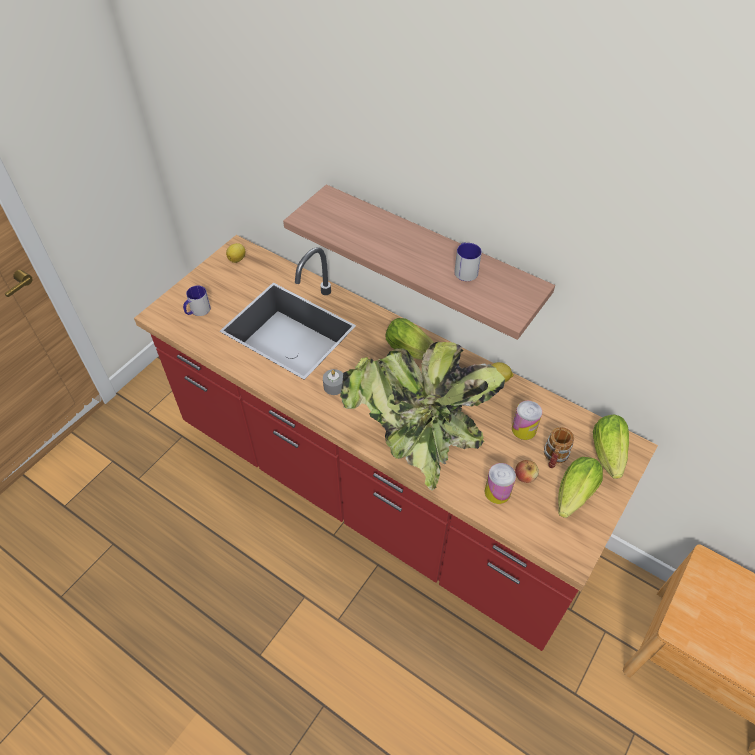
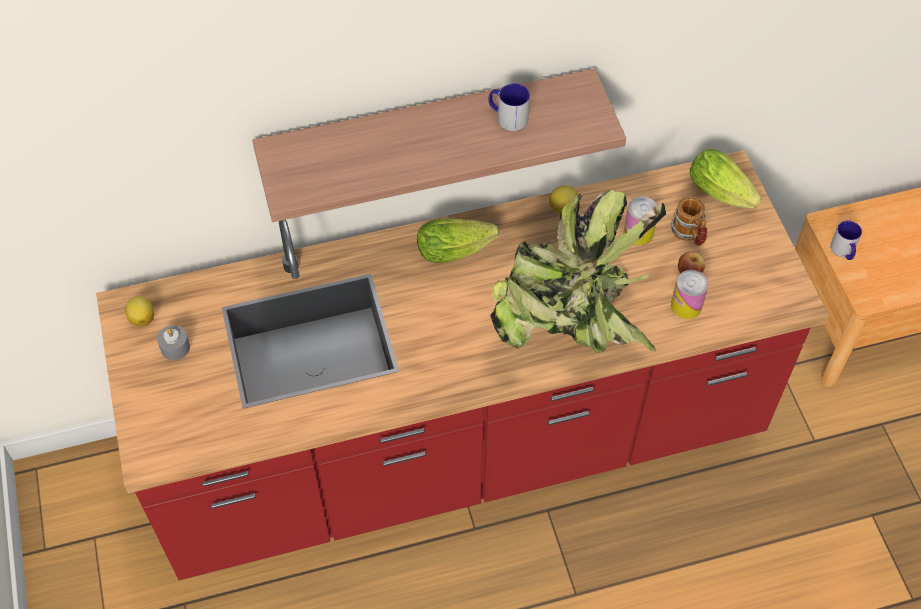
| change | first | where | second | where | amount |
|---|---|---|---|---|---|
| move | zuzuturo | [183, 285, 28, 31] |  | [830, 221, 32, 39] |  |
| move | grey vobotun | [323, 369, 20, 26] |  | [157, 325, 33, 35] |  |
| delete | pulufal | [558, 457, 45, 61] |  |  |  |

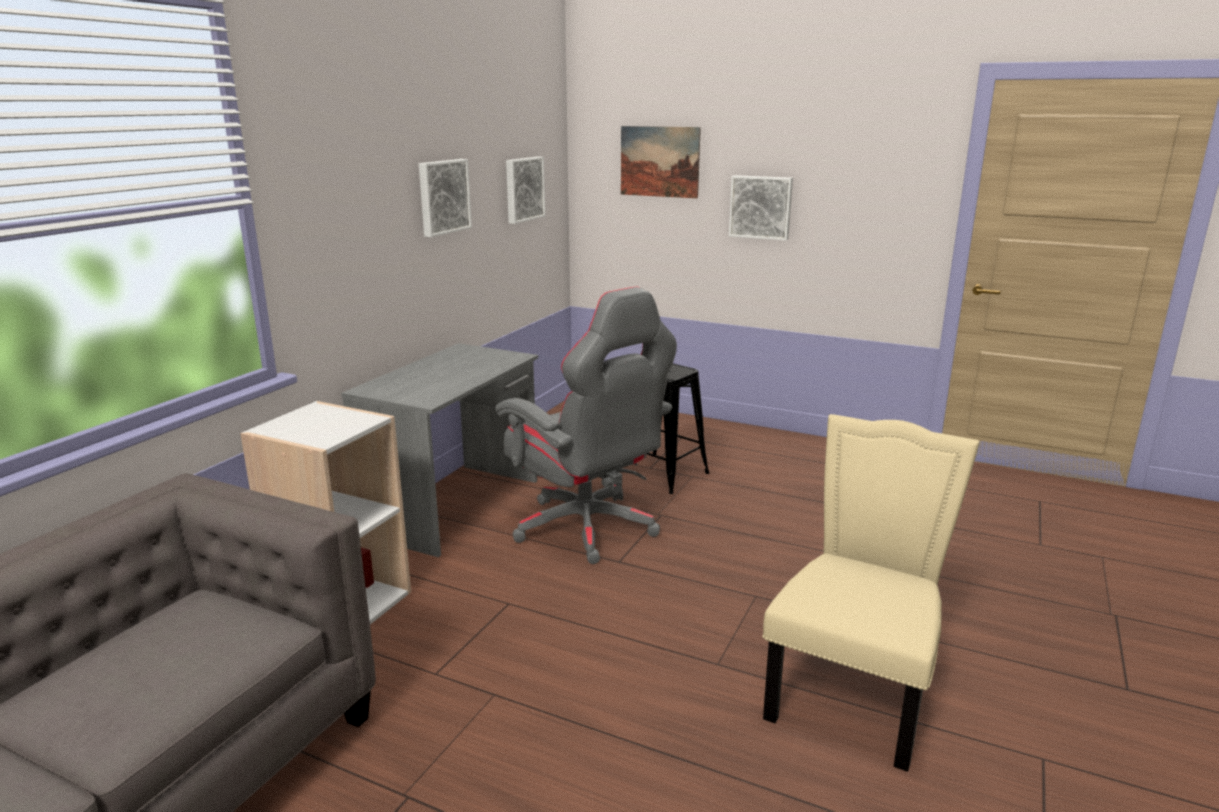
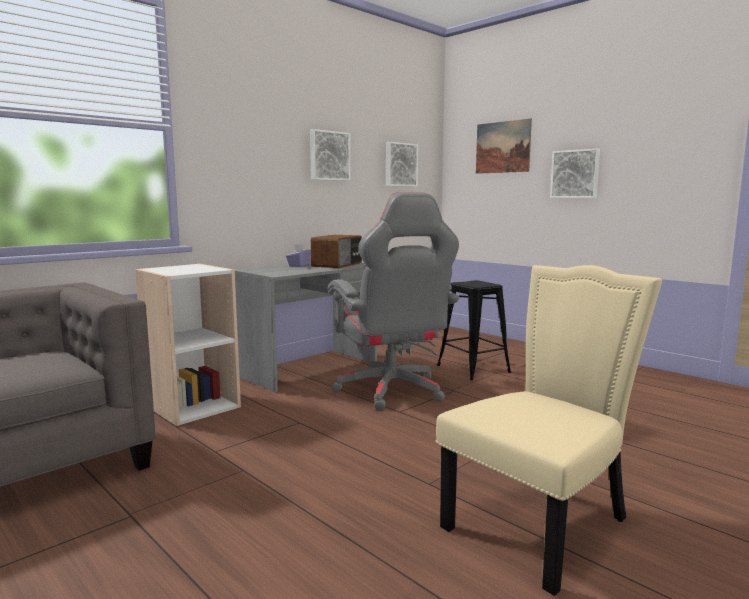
| change | first | where | second | where | amount |
|---|---|---|---|---|---|
| insert |  |  | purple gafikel | [286, 244, 25, 23] |  |
| insert |  |  | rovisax | [311, 235, 51, 33] |  |

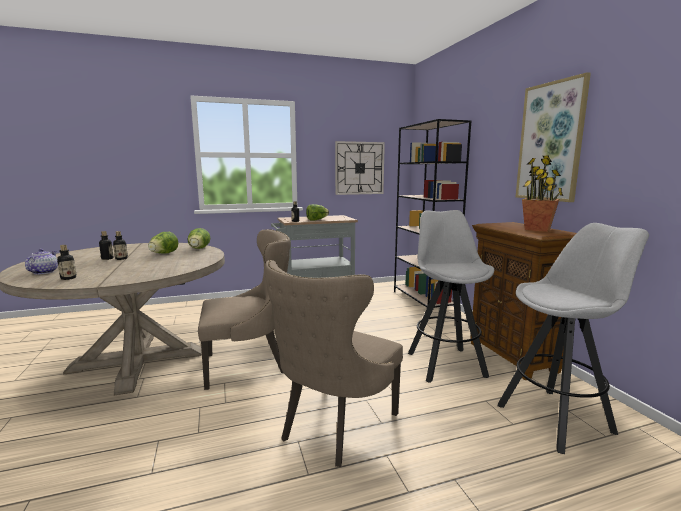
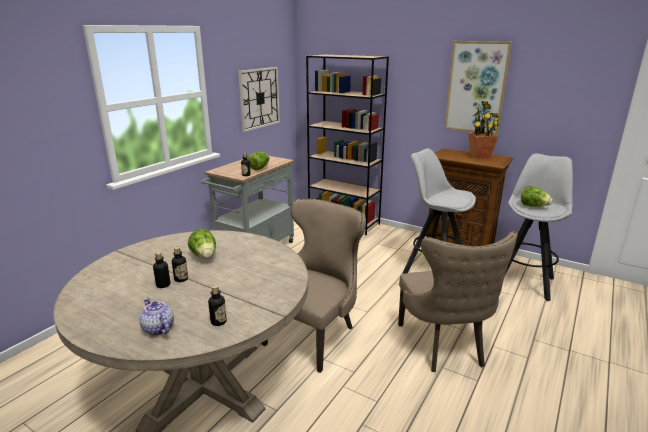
| change | first | where | second | where | amount |
|---|---|---|---|---|---|
| move | pulufal | [187, 228, 24, 21] |  | [521, 186, 31, 21] |  |

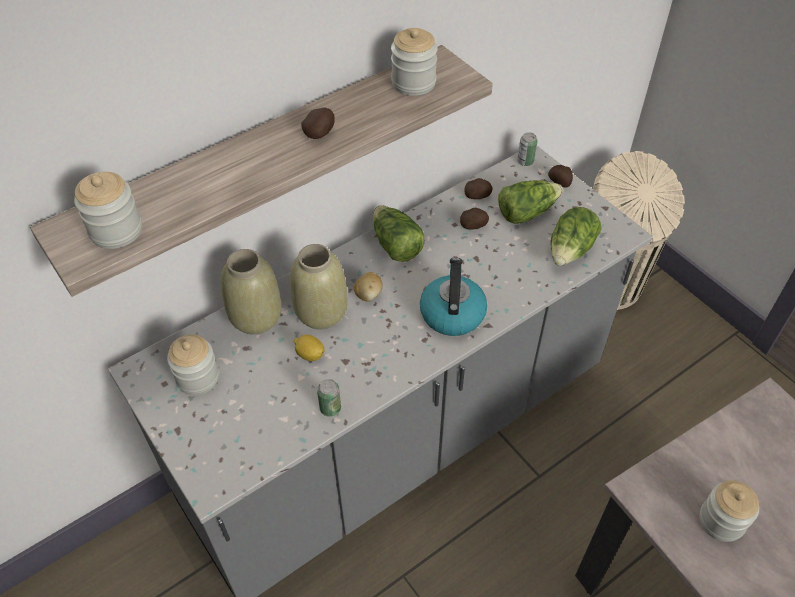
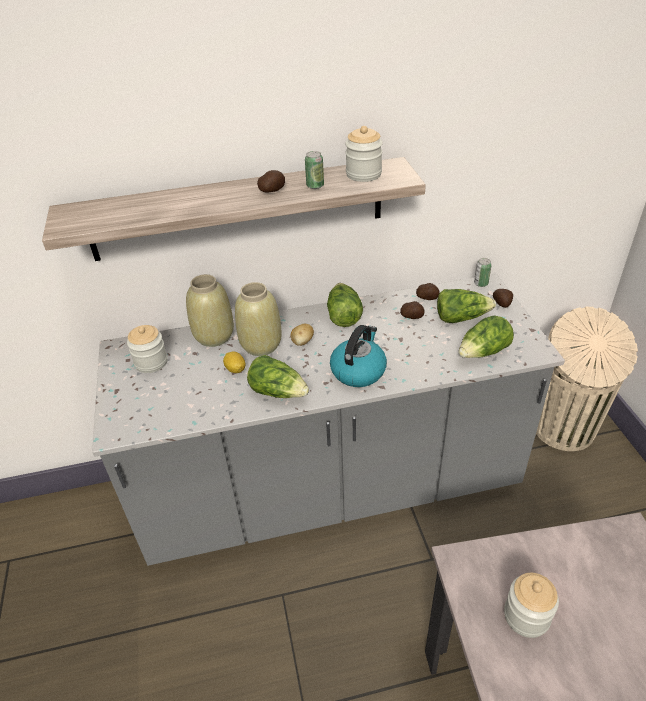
| change | first | where | second | where | amount |
|---|---|---|---|---|---|
| delete | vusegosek | [74, 172, 68, 77] |  |  |  |
| move | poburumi | [317, 379, 24, 38] |  | [305, 151, 19, 38] |  |
| insert |  |  | pulufal | [247, 355, 62, 43] |  |

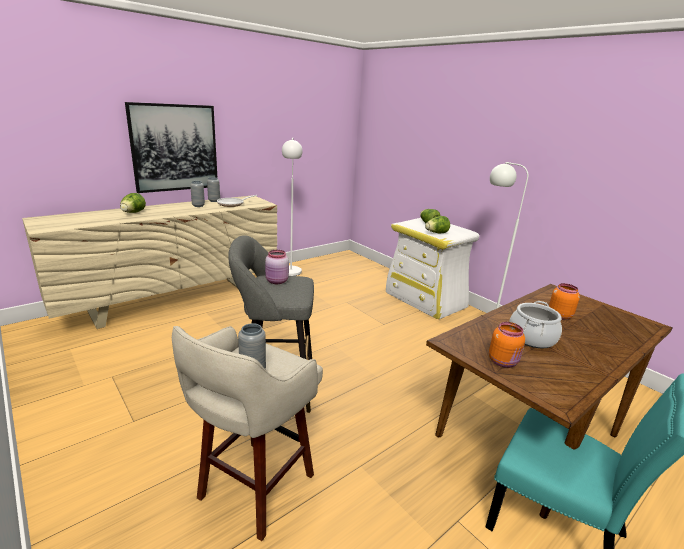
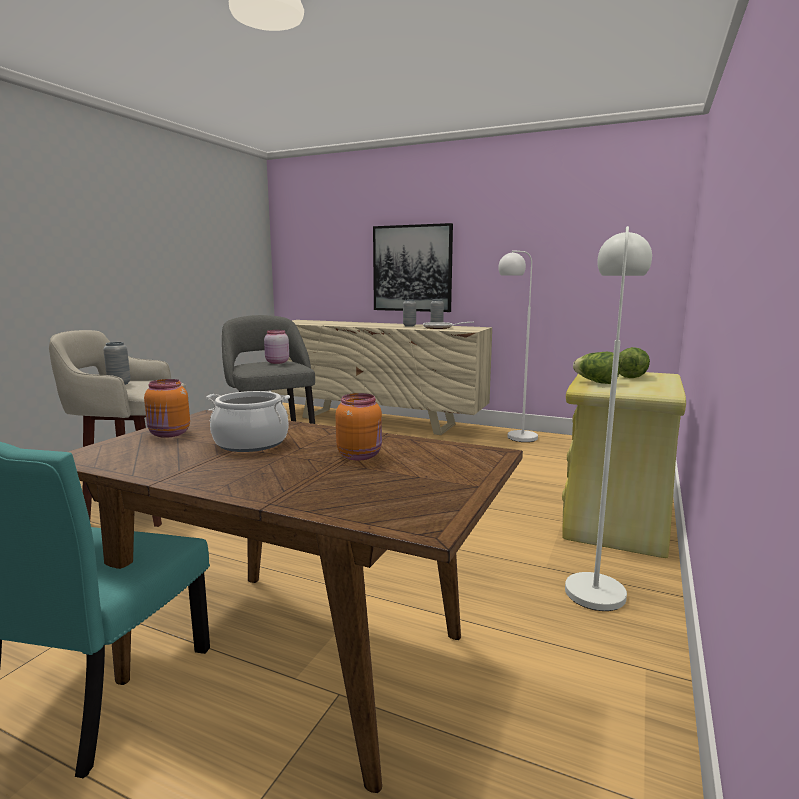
| change | first | where | second | where | amount |
|---|---|---|---|---|---|
| delete | pulufal | [120, 193, 26, 20] |  |  |  |
| recolor | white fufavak | [386, 218, 93, 101] | yellow fufavak | [562, 372, 124, 186] |  |

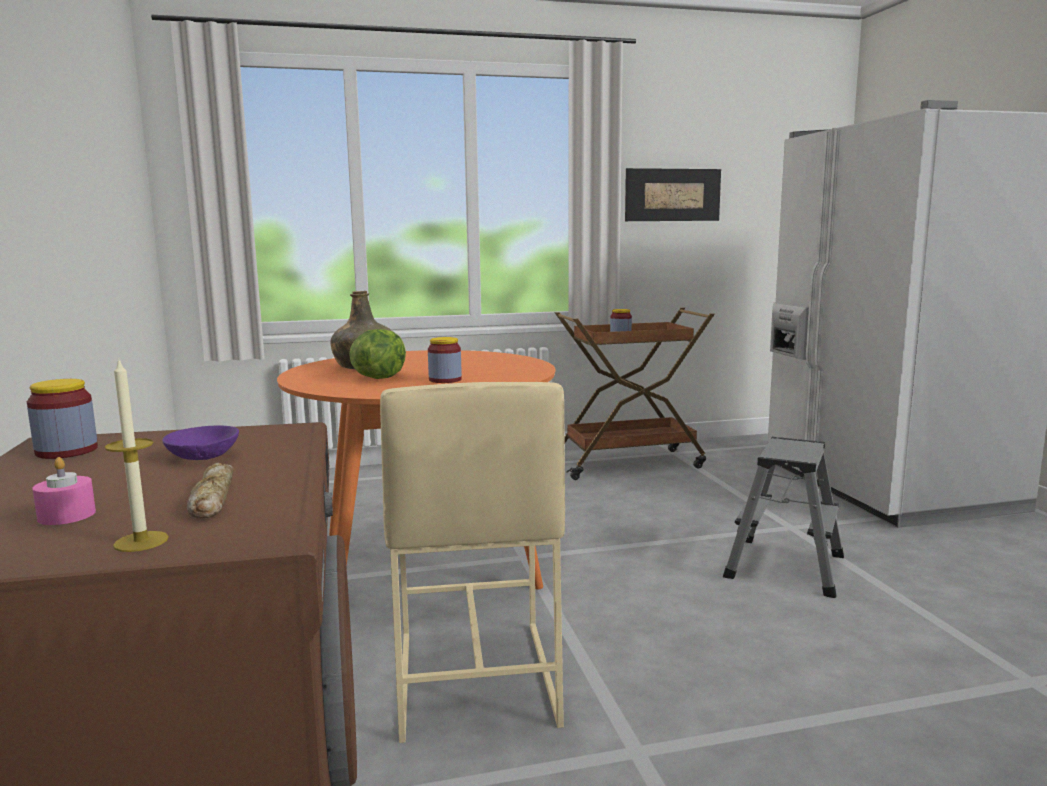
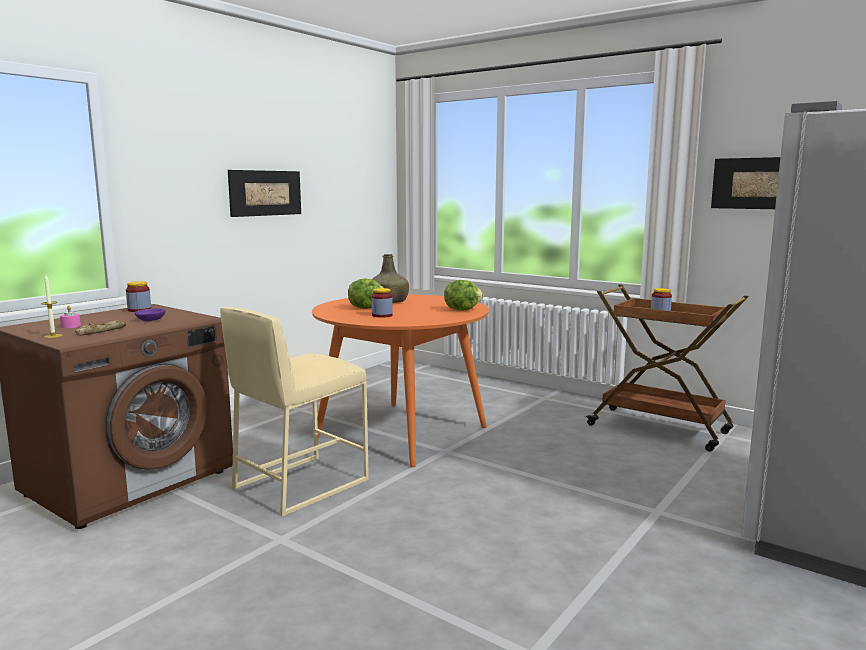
| change | first | where | second | where | amount |
|---|---|---|---|---|---|
| delete | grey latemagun | [723, 437, 121, 161] |  |  |  |
| insert |  |  | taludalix | [228, 170, 73, 47] |  |
| insert |  |  | pulufal | [444, 280, 39, 31] |  |

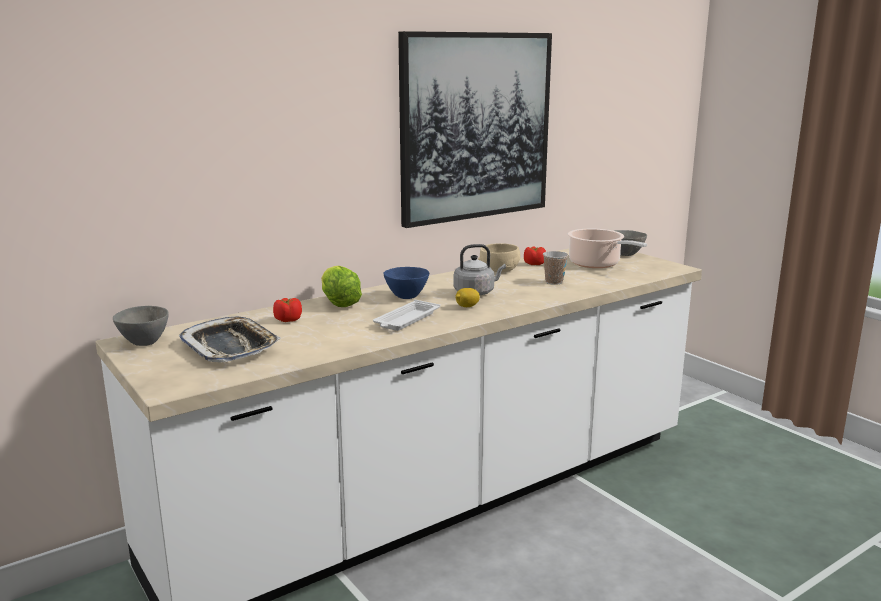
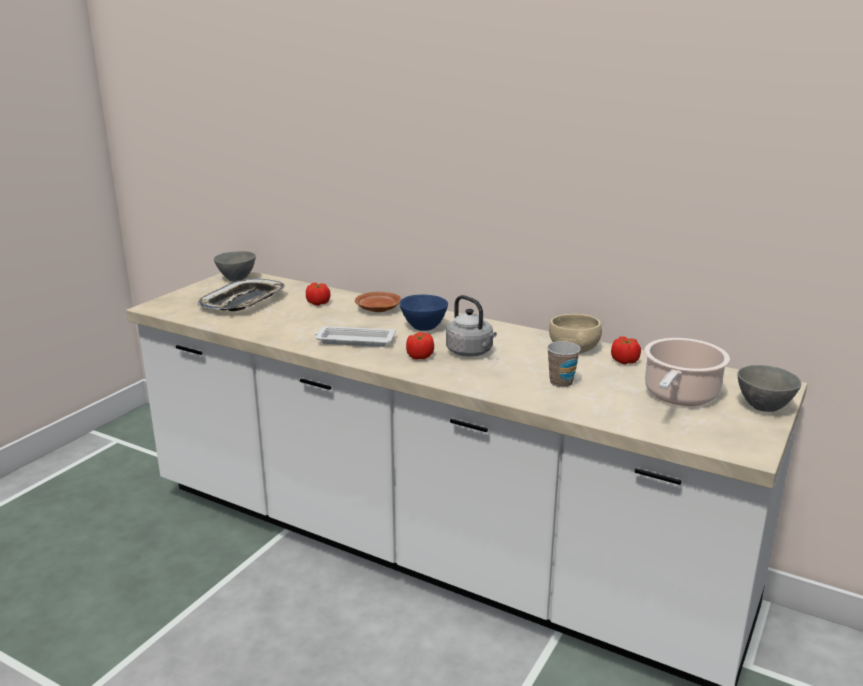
| change | first | where | second | where | amount |
|---|---|---|---|---|---|
| replace | pulufal | [321, 266, 41, 41] | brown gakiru | [355, 292, 46, 20] |  |
| delete | taludalix | [398, 31, 154, 197] |  |  |  |
| replace | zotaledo | [456, 288, 24, 19] | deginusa | [406, 332, 28, 27] |  |

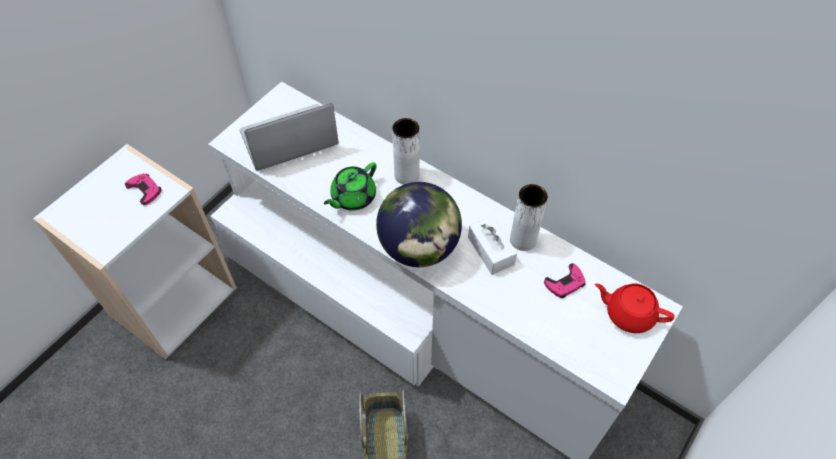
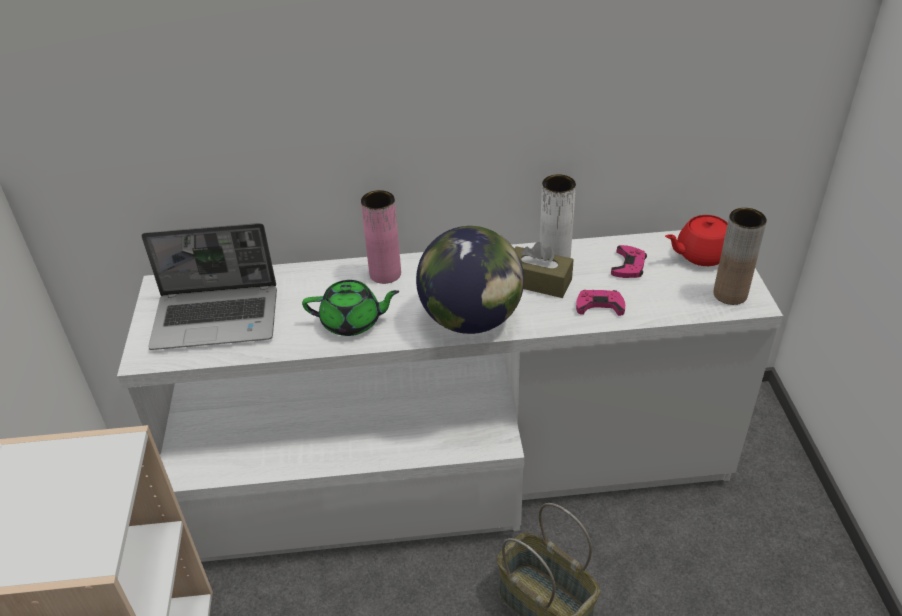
| change | first | where | second | where | amount |
|---|---|---|---|---|---|
| move | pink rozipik | [125, 173, 36, 32] |  | [576, 290, 49, 26] |  |
| rotate | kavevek | [240, 103, 99, 68] |  | [142, 223, 135, 127] | 120 degrees counterclockwise |
| rotate | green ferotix | [324, 162, 53, 49] |  | [302, 280, 98, 56] | 90 degrees counterclockwise |
| recolor | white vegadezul | [392, 118, 27, 66] | pink vegadezul | [361, 190, 40, 94] |  |
| recolor | white gafikel | [468, 216, 49, 59] | brown gafikel | [515, 242, 59, 56] |  |
| insert |  |  | brown vegadezul | [713, 208, 54, 97] |  |

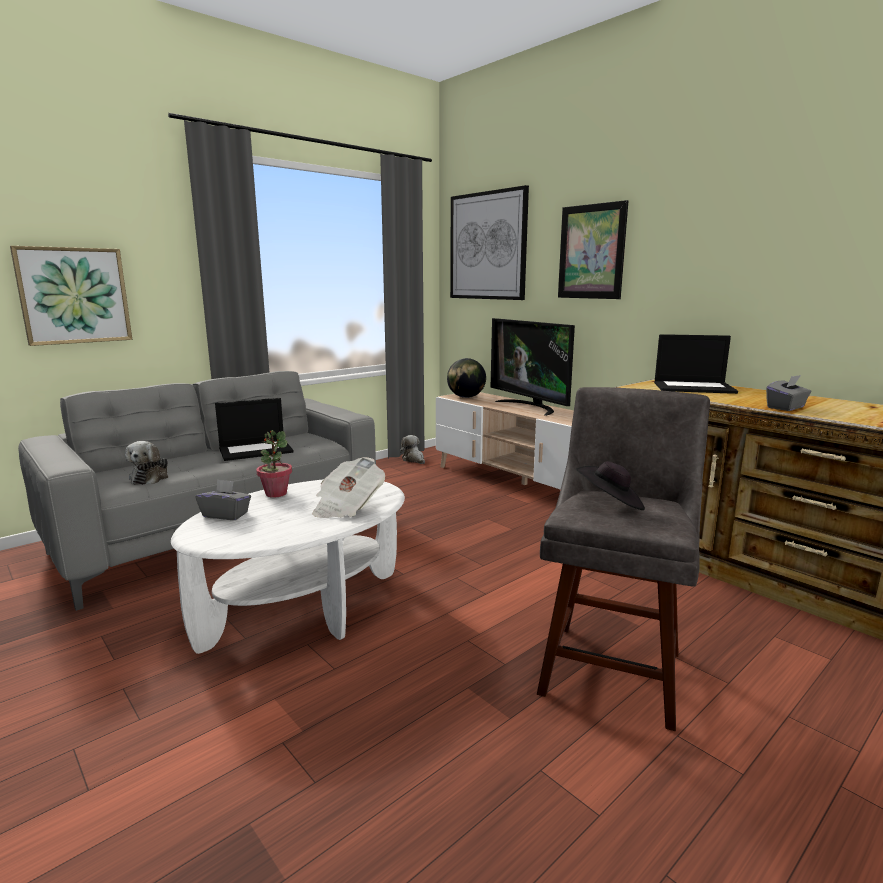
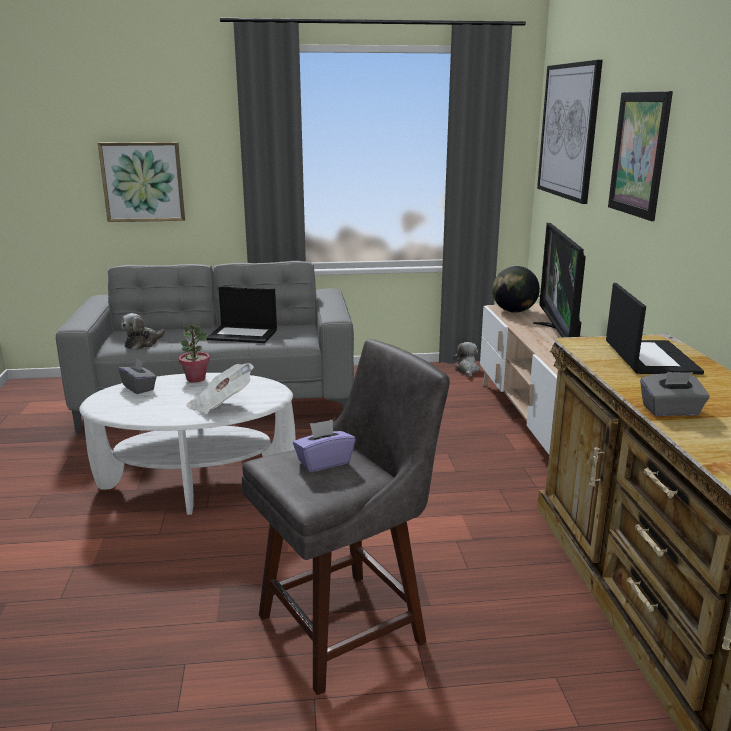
| change | first | where | second | where | amount |
|---|---|---|---|---|---|
| replace | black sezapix | [576, 461, 69, 49] | purple gafikel | [293, 419, 62, 53] |  |
| rotate | kavevek | [654, 334, 84, 60] |  | [606, 283, 98, 91] | 135 degrees counterclockwise |

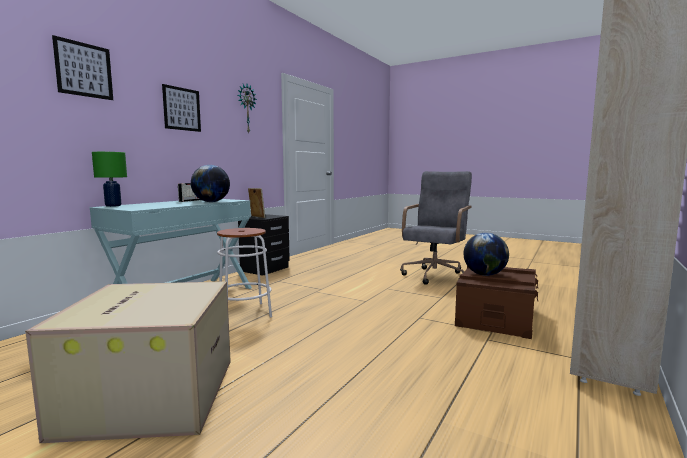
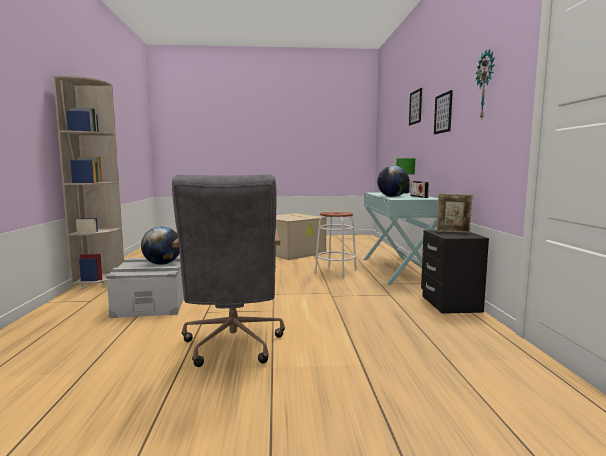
| change | first | where | second | where | amount |
|---|---|---|---|---|---|
| recolor | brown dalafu | [455, 266, 83, 73] | grey dalafu | [106, 257, 78, 61] |  |

